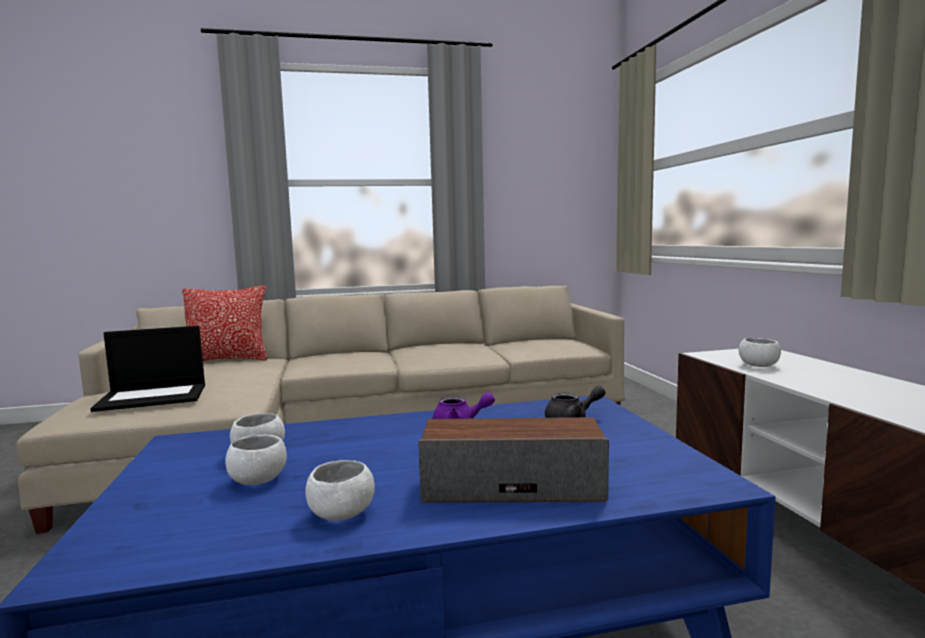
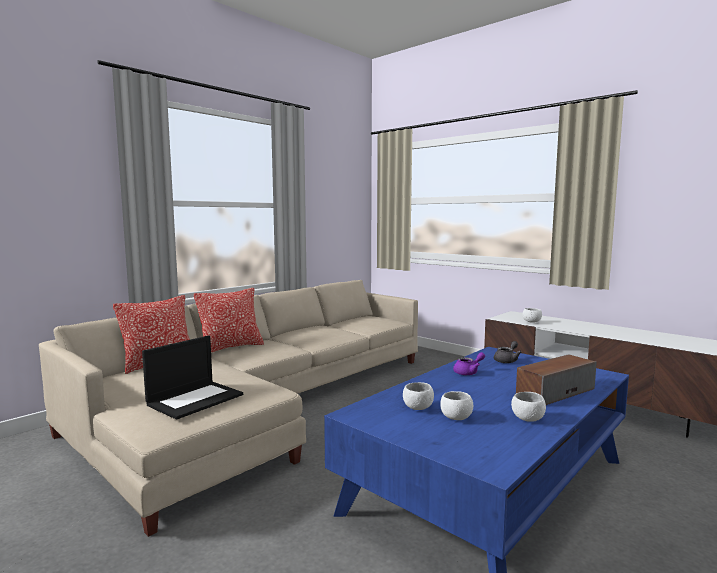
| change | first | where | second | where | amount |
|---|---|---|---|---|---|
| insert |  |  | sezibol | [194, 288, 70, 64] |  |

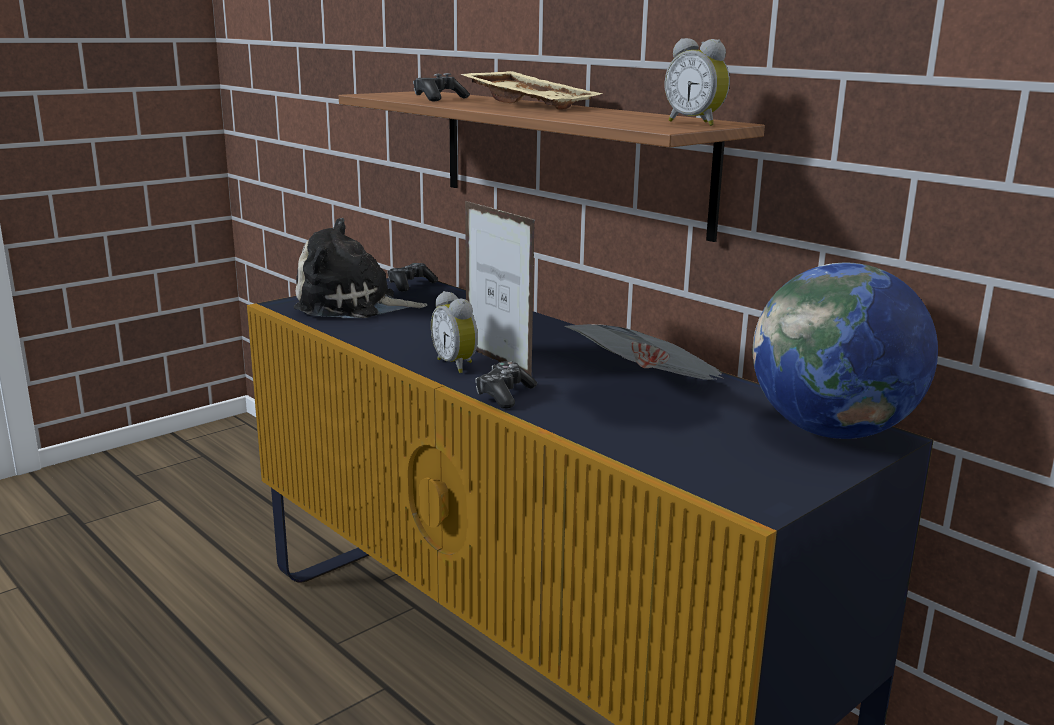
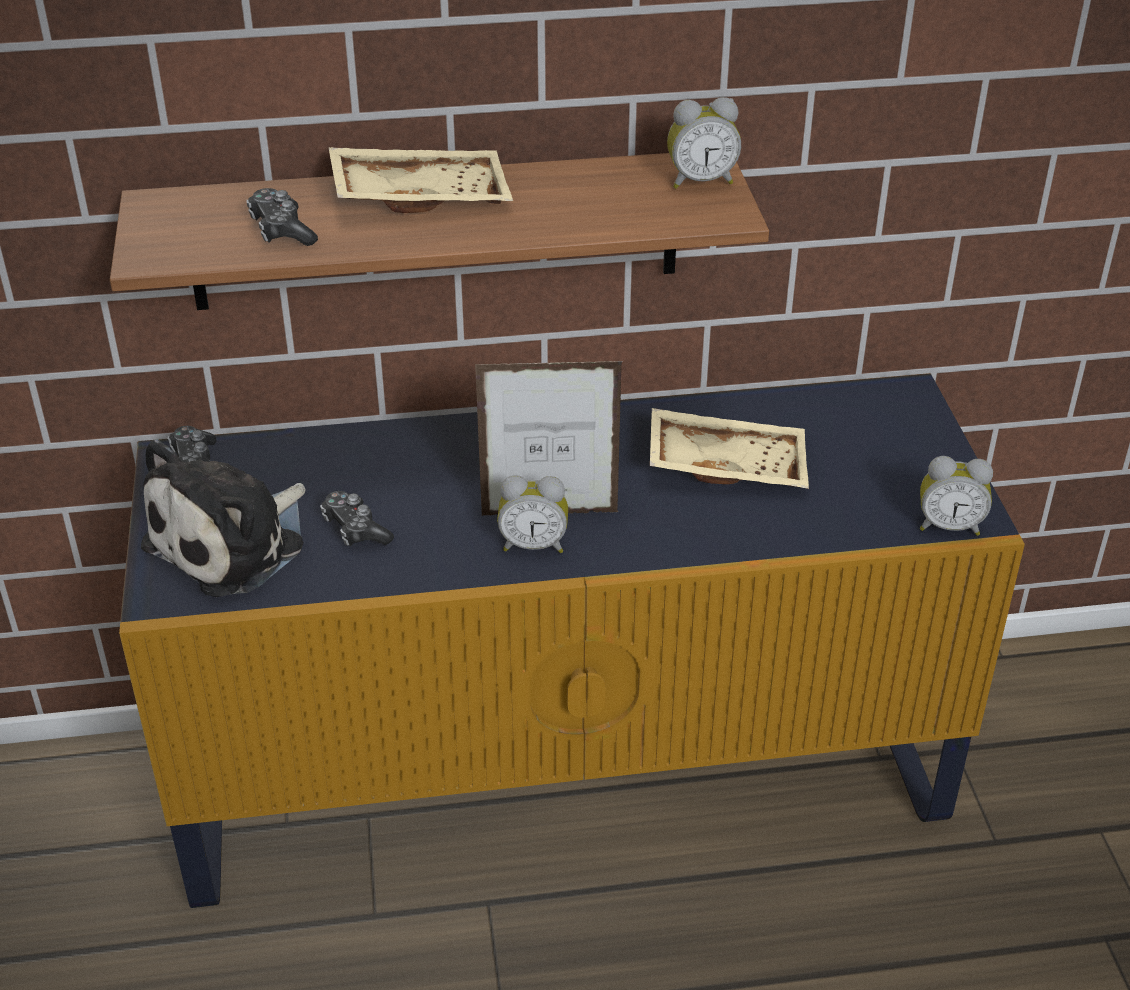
| change | first | where | second | where | amount |
|---|---|---|---|---|---|
| move | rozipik | [475, 361, 62, 48] |  | [320, 491, 74, 55] |  |
| replace | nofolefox | [565, 324, 160, 56] | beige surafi | [650, 408, 159, 81] |  |
| delete | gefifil | [753, 263, 185, 176] |  |  |  |
| insert |  |  | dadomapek | [920, 456, 73, 80] |  |

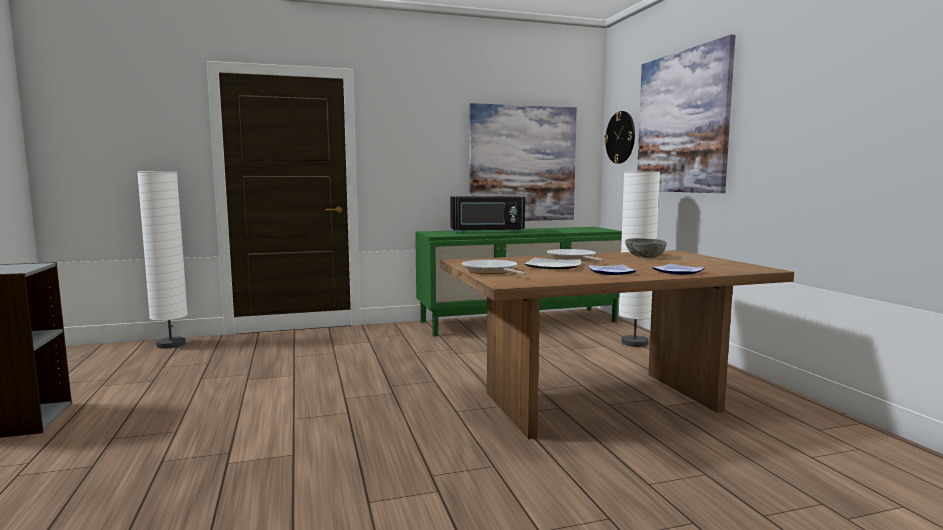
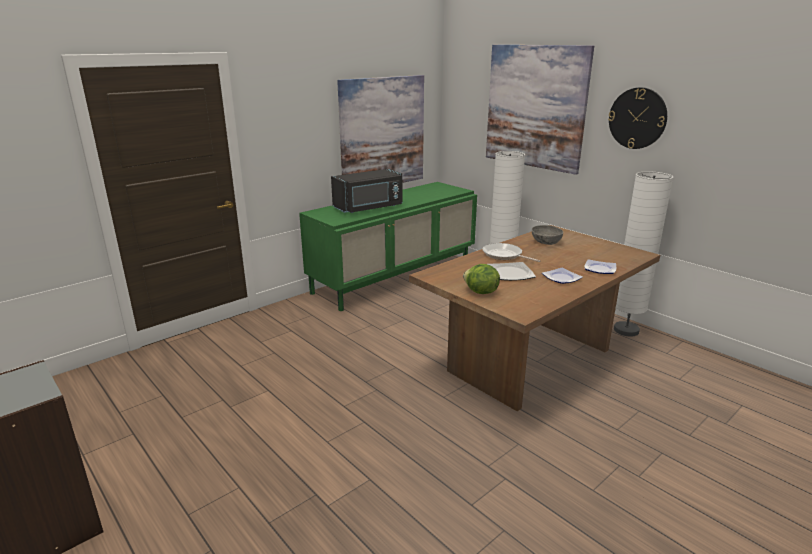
| change | first | where | second | where | amount |
|---|---|---|---|---|---|
| move | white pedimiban | [137, 171, 51, 178] |  | [614, 171, 59, 165] |  |
| replace | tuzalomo | [461, 259, 66, 16] | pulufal | [463, 264, 37, 30] |  |
| move | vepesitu | [604, 111, 31, 53] |  | [608, 87, 59, 62] |  |

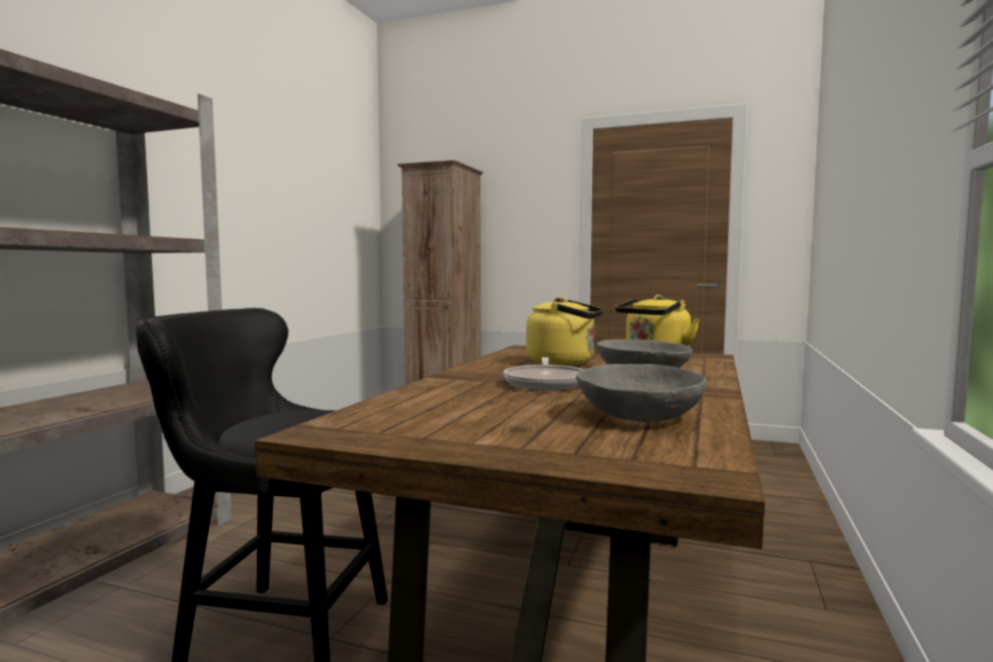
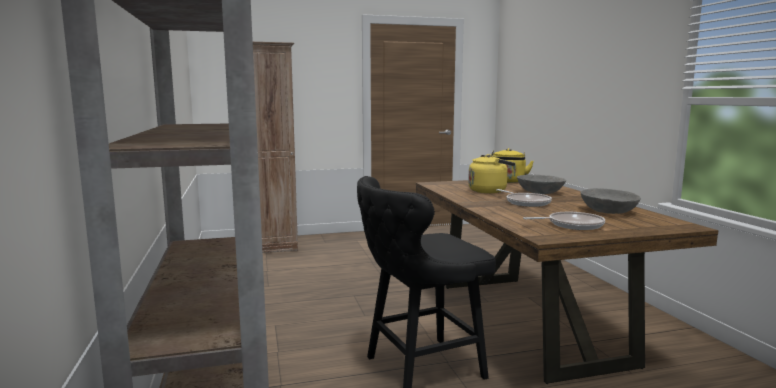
| change | first | where | second | where | amount |
|---|---|---|---|---|---|
| insert |  |  | tuzalomo | [523, 212, 82, 18] |  |

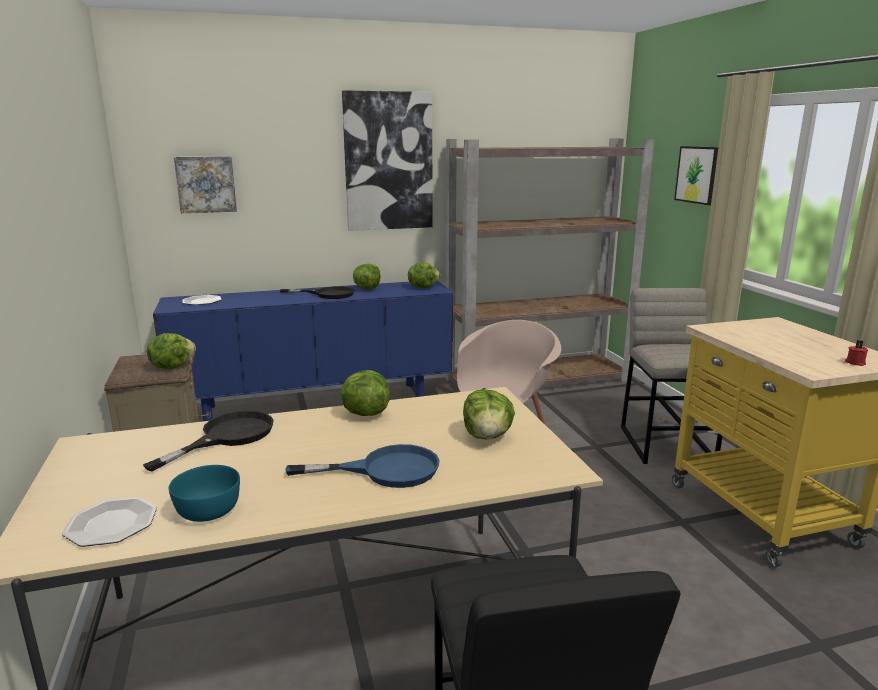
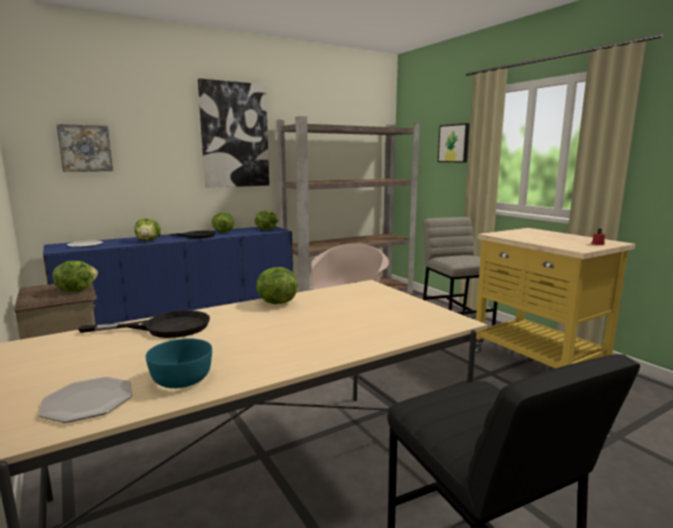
| change | first | where | second | where | amount |
|---|---|---|---|---|---|
| rotate | black tuzalomo | [143, 411, 131, 61] |  | [78, 310, 132, 28] | 60 degrees clockwise |
| delete | blue tuzalomo | [285, 444, 155, 44] |  |  |  |
| move | pulufal | [463, 389, 52, 51] |  | [135, 219, 26, 22] |  |

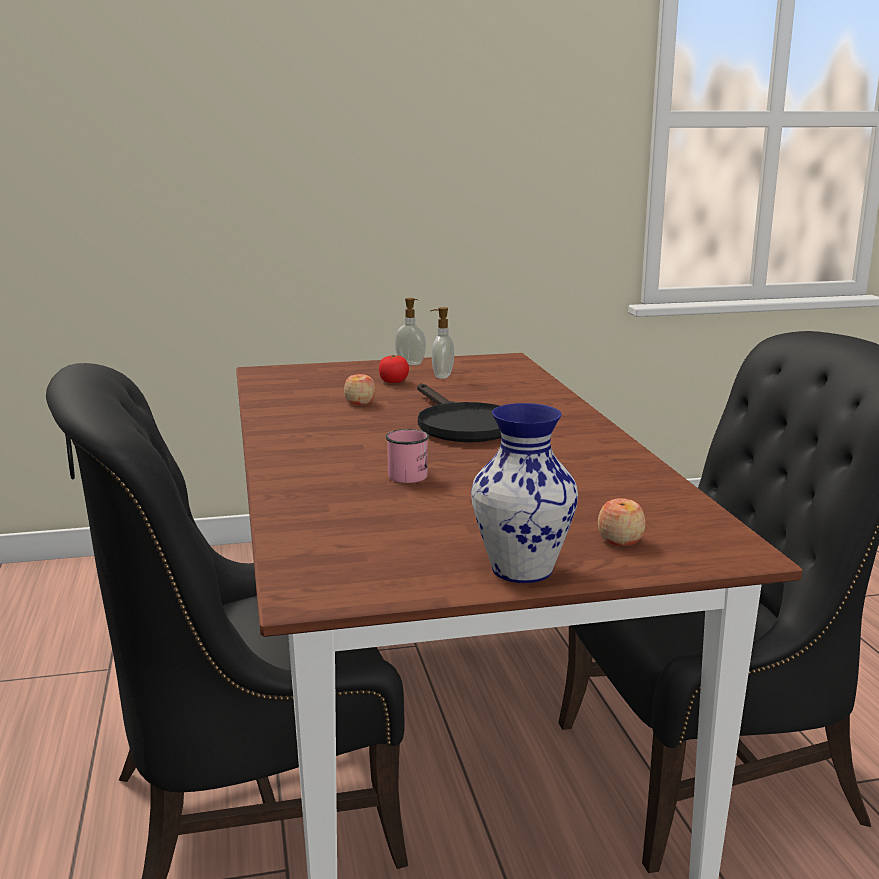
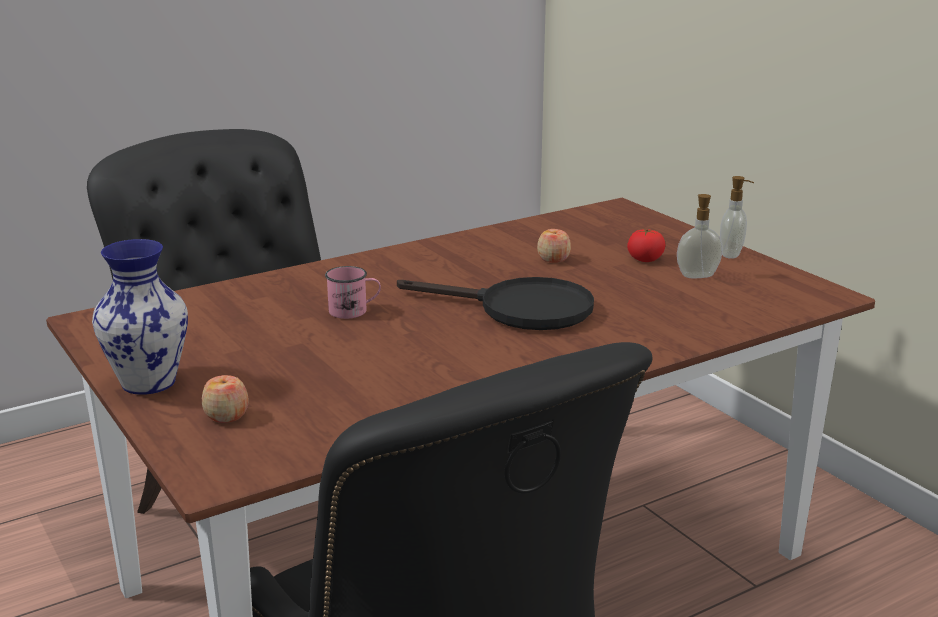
| change | first | where | second | where | amount |
|---|---|---|---|---|---|
| rotate | black tuzalomo | [417, 383, 84, 59] |  | [397, 277, 197, 53] | 120 degrees counterclockwise |

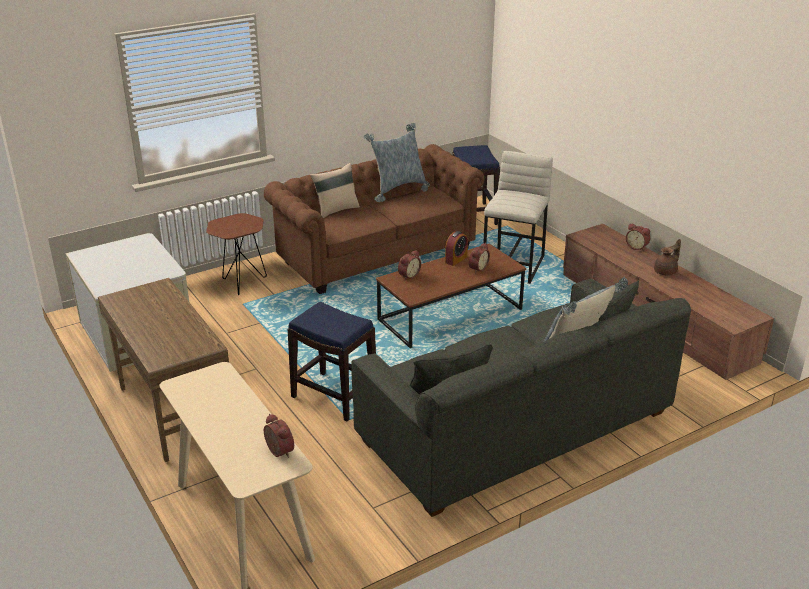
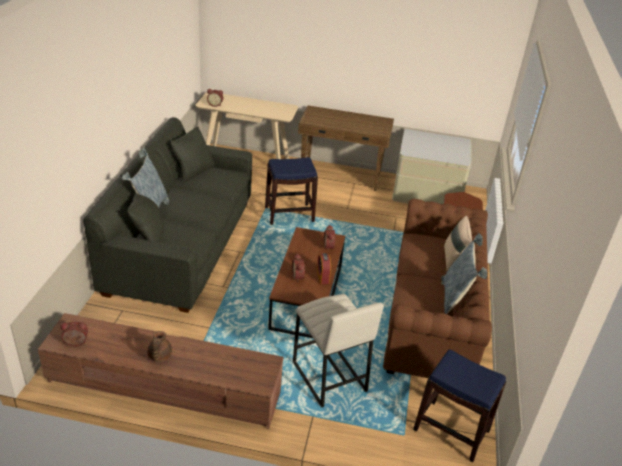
| change | first | where | second | where | amount |
|---|---|---|---|---|---|
| move | dadomapek | [626, 223, 24, 28] |  | [61, 322, 27, 24] |  |

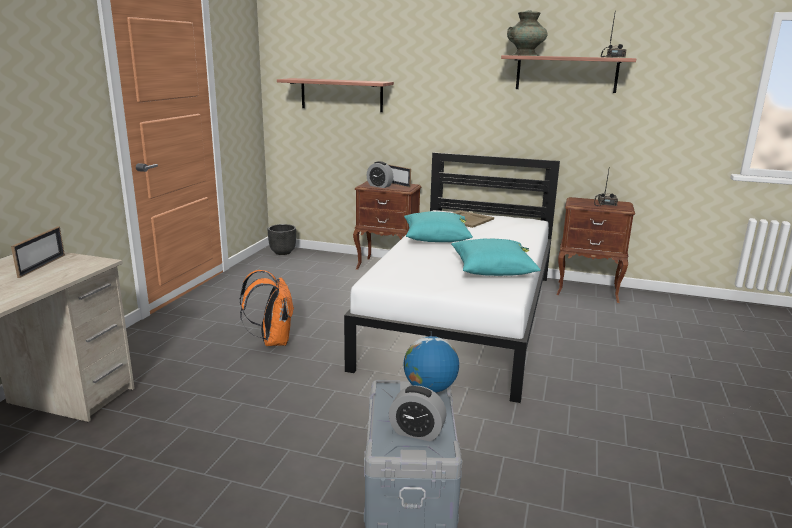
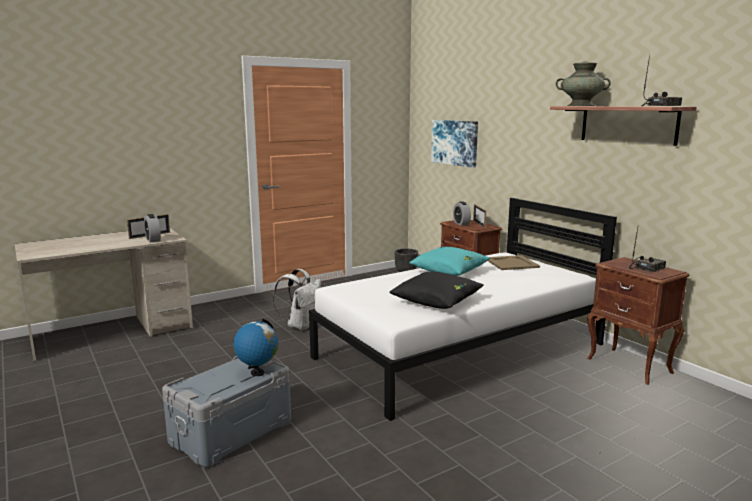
| change | first | where | second | where | amount |
|---|---|---|---|---|---|
| recolor | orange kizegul | [239, 270, 55, 76] | white kizegul | [273, 269, 48, 62] |  |
| replace | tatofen | [277, 78, 117, 34] | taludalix | [431, 120, 47, 48] |  |
| move | dadomapek | [389, 386, 58, 55] |  | [144, 214, 17, 28] |  |
| recolor | turquoise sezibol | [451, 239, 89, 37] | black sezibol | [389, 272, 95, 37] |  |

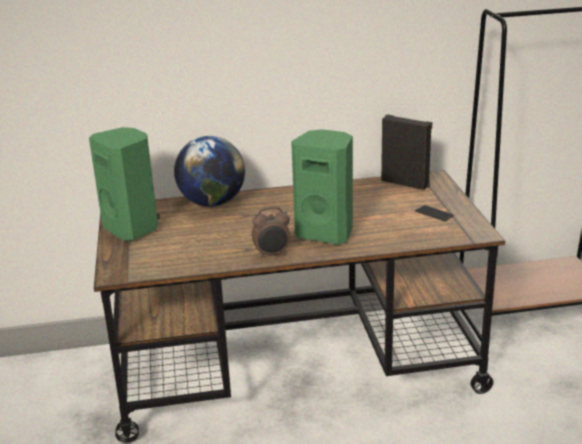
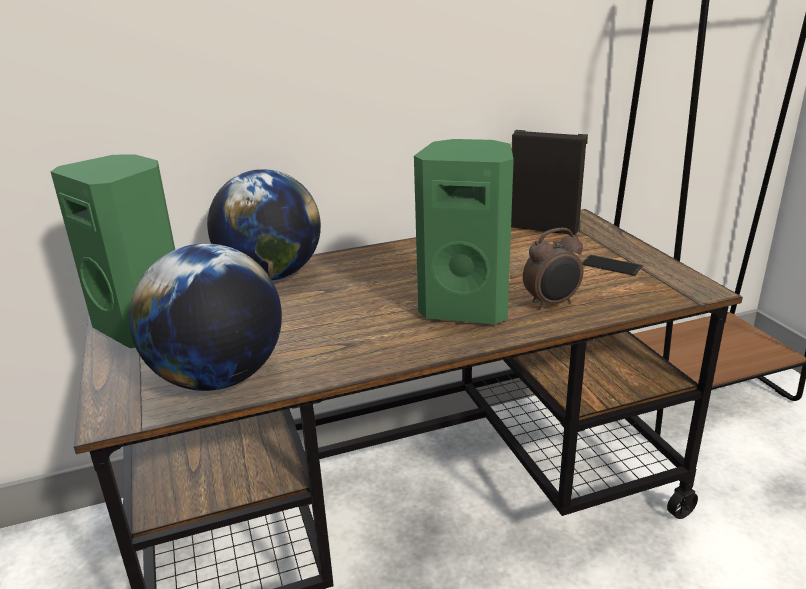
| change | first | where | second | where | amount |
|---|---|---|---|---|---|
| move | dadomapek | [252, 206, 39, 52] |  | [523, 227, 61, 83] |  |
| insert |  |  | gefifil | [129, 243, 153, 148] |  |

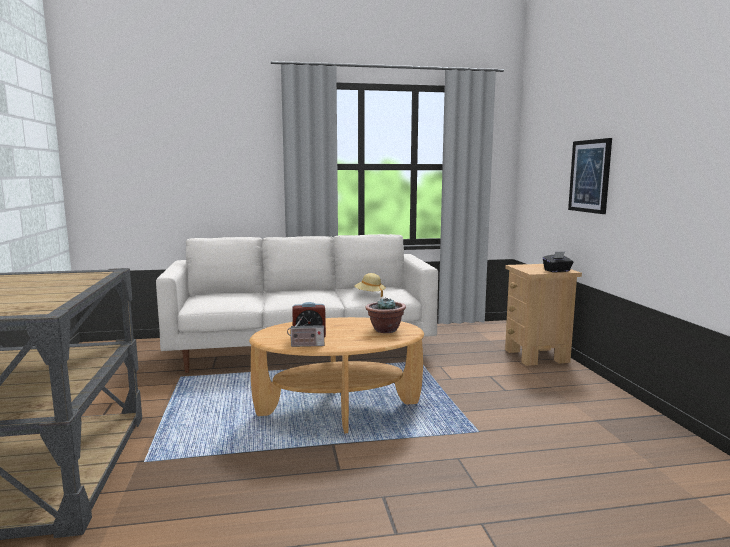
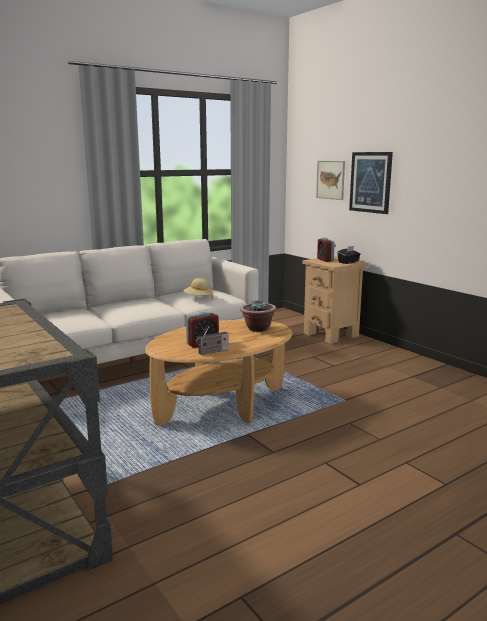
| change | first | where | second | where | amount |
|---|---|---|---|---|---|
| insert |  |  | taludalix | [316, 161, 29, 39] |  |
| insert |  |  | dadomapek | [317, 238, 18, 24] |  |

